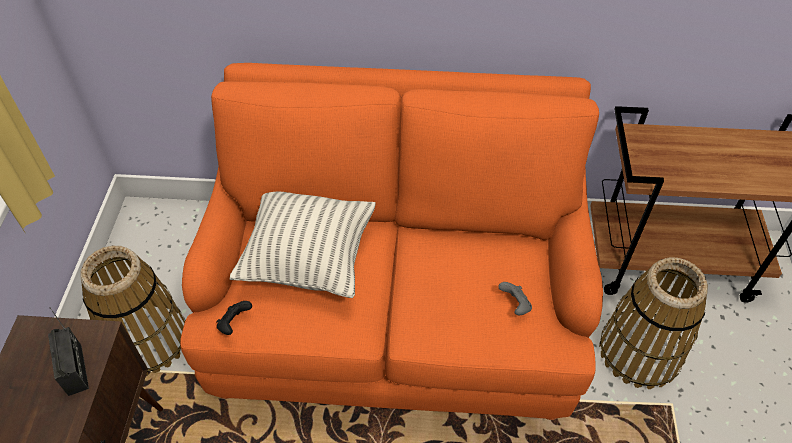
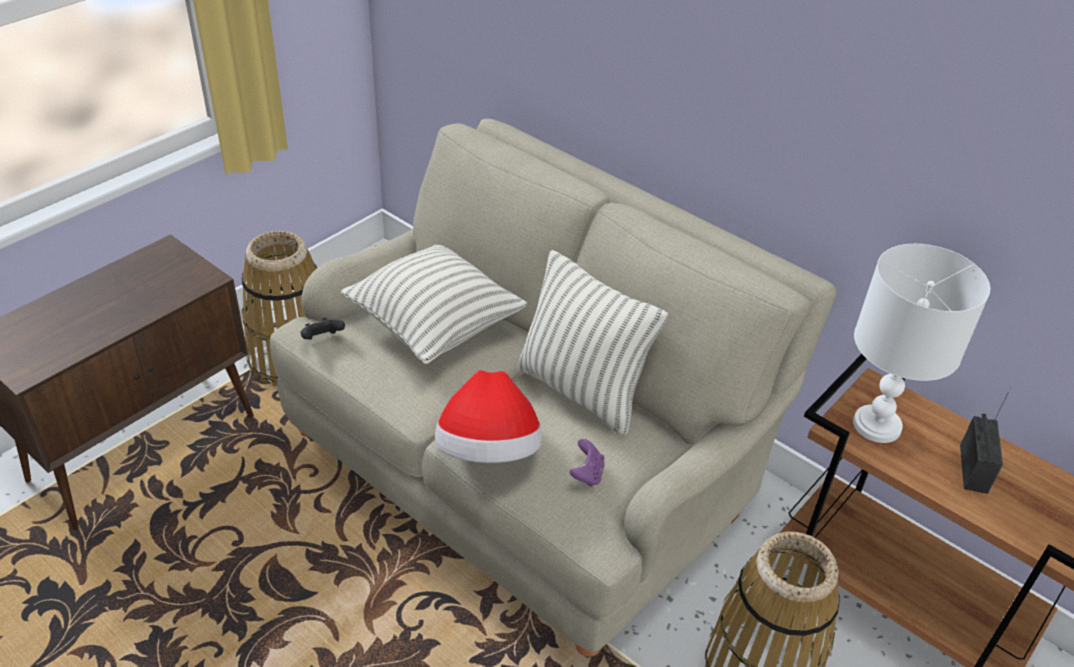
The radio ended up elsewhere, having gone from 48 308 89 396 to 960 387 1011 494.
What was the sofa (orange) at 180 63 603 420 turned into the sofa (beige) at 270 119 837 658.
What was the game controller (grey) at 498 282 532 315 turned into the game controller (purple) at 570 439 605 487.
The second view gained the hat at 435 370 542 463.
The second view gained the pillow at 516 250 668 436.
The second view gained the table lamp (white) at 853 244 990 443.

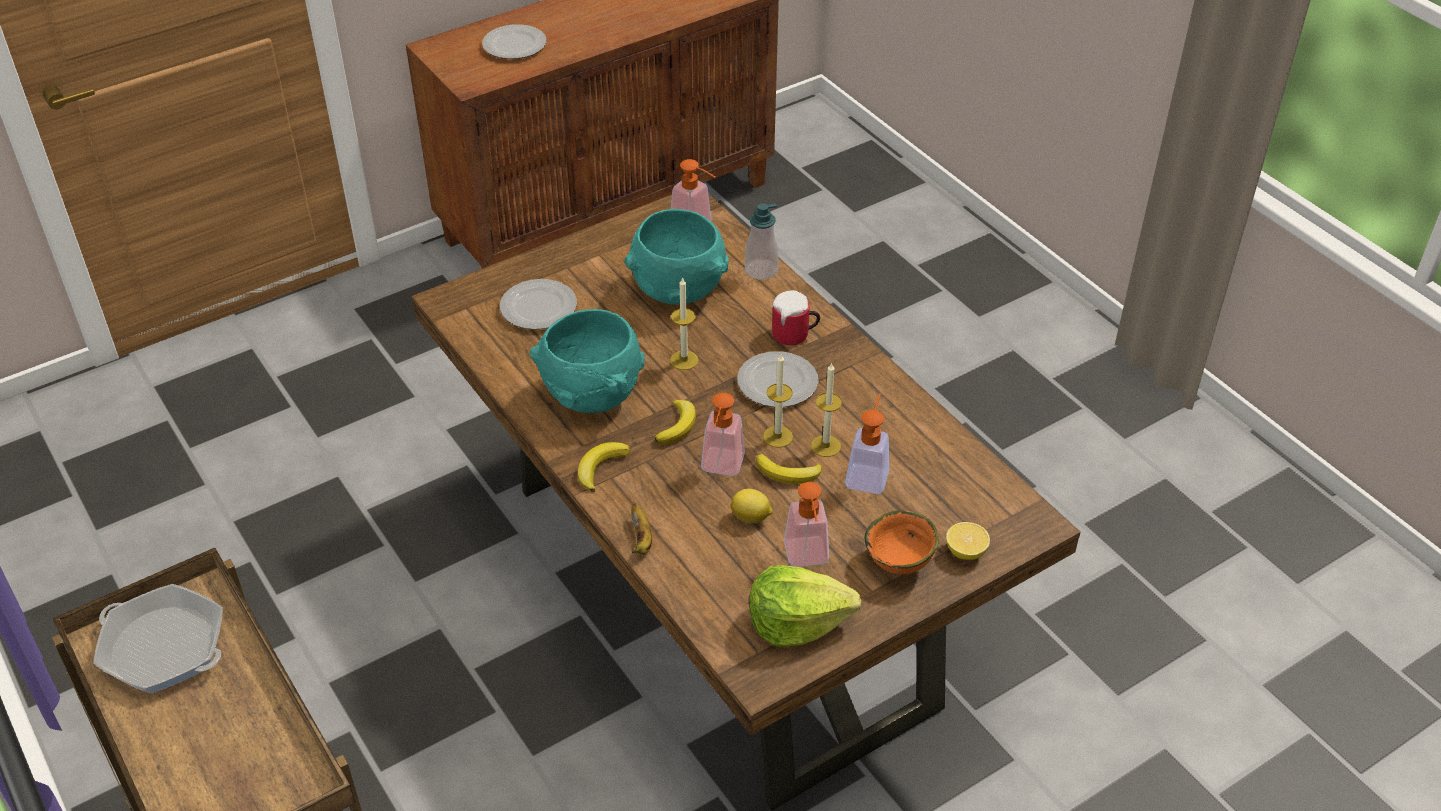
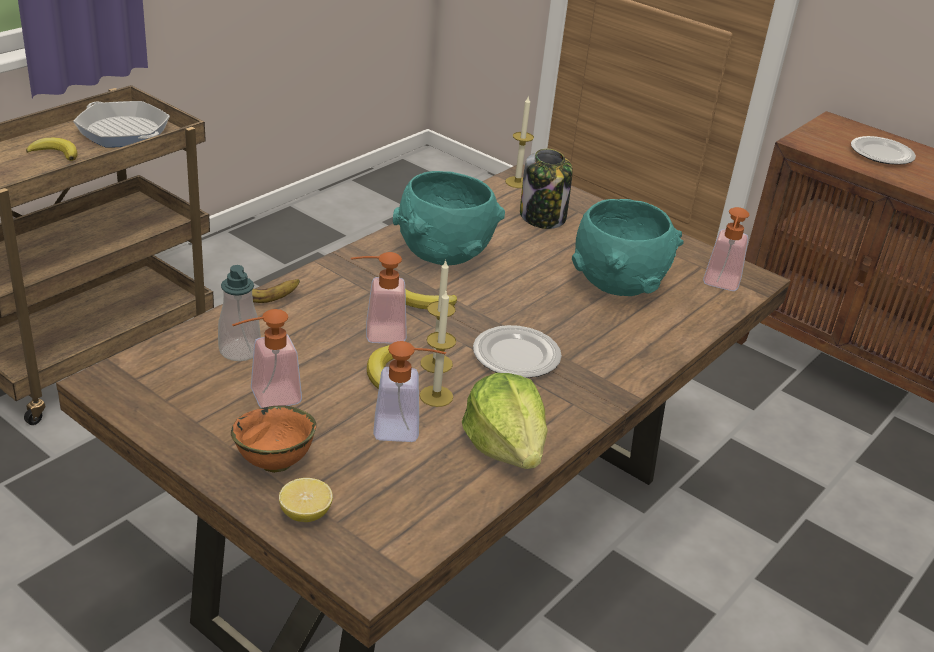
The frying pan at 93 584 223 693 ended up facing another way, 120 degrees clockwise from before.
Where the plate stood at 500 279 577 330, the jar came to stand at 520 149 573 229.
The banana ended up elsewhere, having gone from 578 442 630 492 to 26 138 78 161.
The candle ended up elsewhere, having gone from 670 277 699 370 to 505 95 534 188.
The second view lost the lemon at 731 489 773 523.
The soap dispenser ended up elsewhere, having gone from 745 204 779 280 to 218 265 261 361.
The lettuce ended up elsewhere, having gone from 749 565 861 647 to 462 373 548 469.
The second view lost the mug at 772 290 820 345.

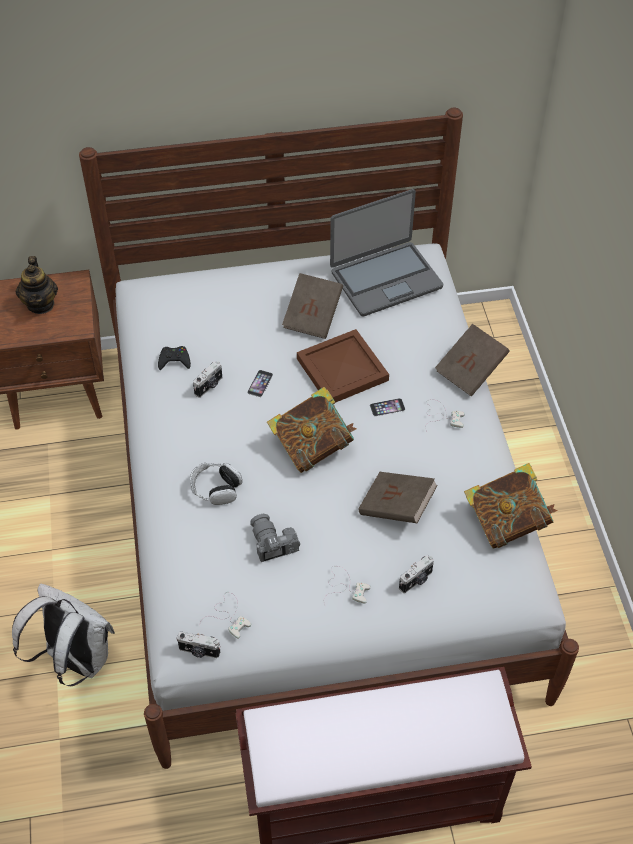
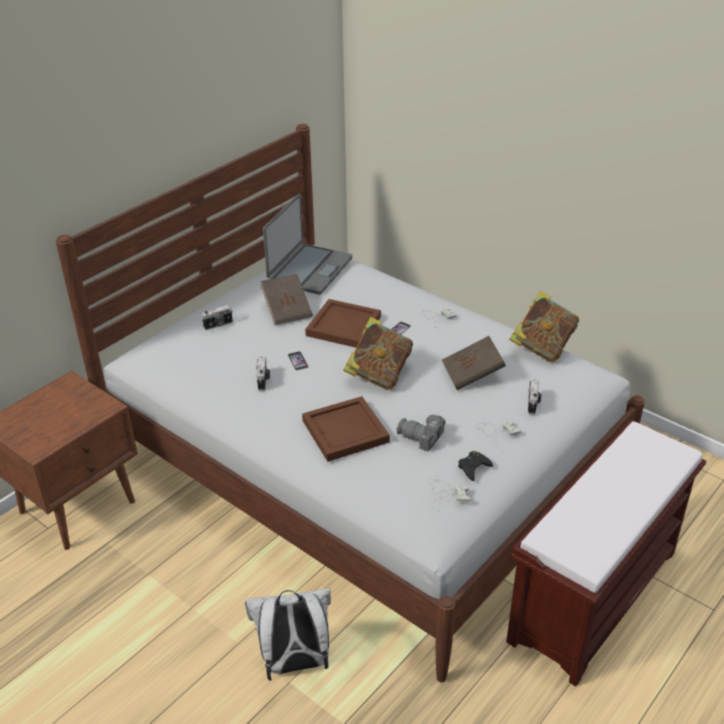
The second view lost the teapot at 16 256 58 314.
The game controller (black) ended up elsewhere, having gone from 158 346 191 370 to 458 451 493 481.
The photo camera ended up elsewhere, having gone from 176 631 221 658 to 202 305 233 330.
Where the headphones stood at 190 463 243 505, the tray (brown) came to stand at 302 396 390 462.
The second view lost the book (brown) at 435 324 510 397.

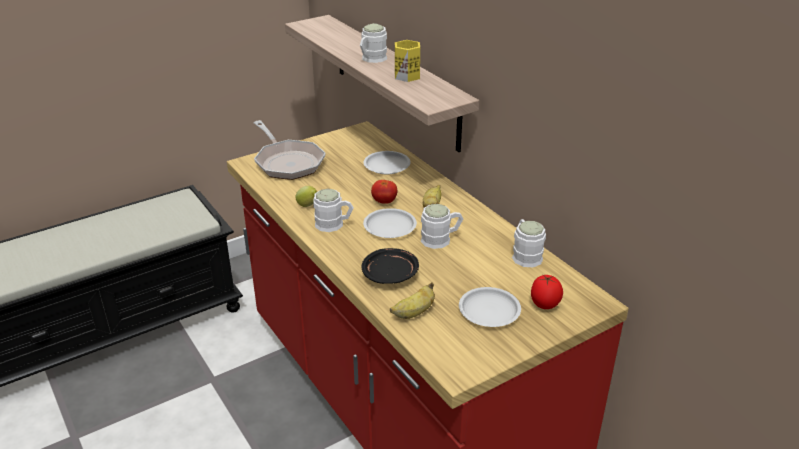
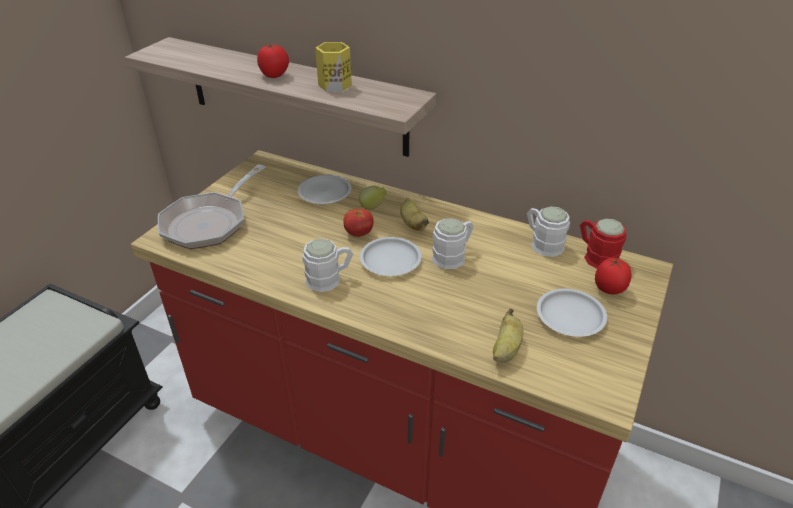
The frying pan at 253 120 326 180 ended up facing another way, 90 degrees clockwise from before.
The lemon ended up elsewhere, having gone from 296 186 317 207 to 359 186 387 210.
Where the mug (white) stood at 360 23 387 63, the tomato came to stand at 257 44 289 78.
The second view lost the plate (black) at 361 248 419 284.
The second view gained the mug (red) at 580 218 627 269.

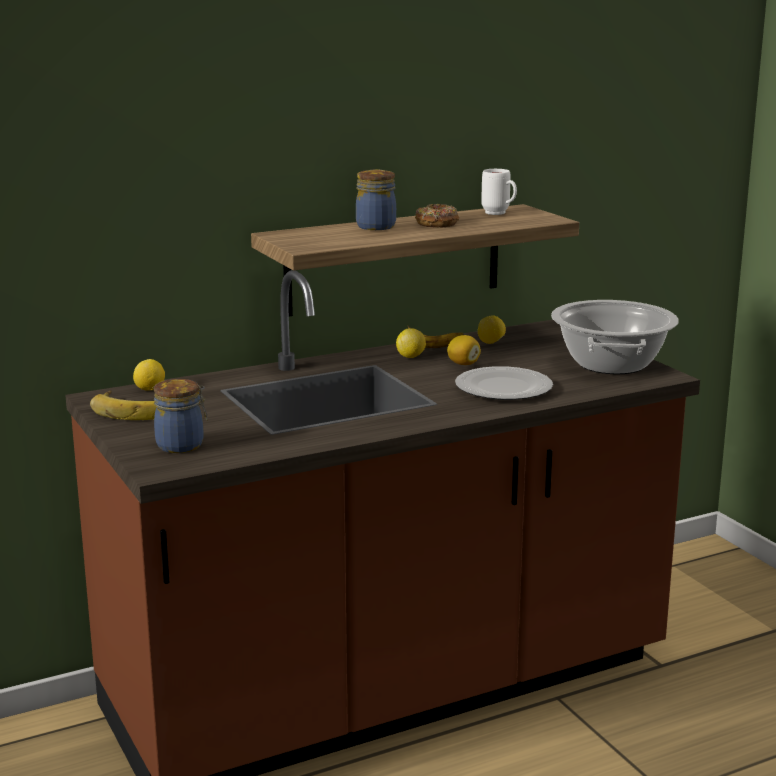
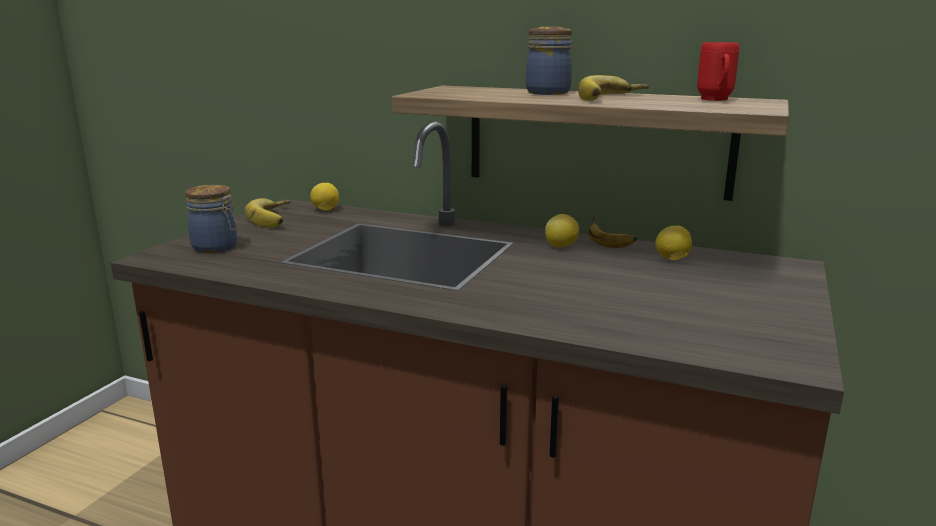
Where the donut stood at 415 203 459 228, the banana came to stand at 578 75 649 101.
The second view lost the lemon at 447 335 481 365.
The second view lost the plate at 455 366 553 400.
What was the mug (white) at 481 169 517 215 turned into the mug (red) at 697 42 740 101.
The second view lost the cooking pot at 551 300 679 374.

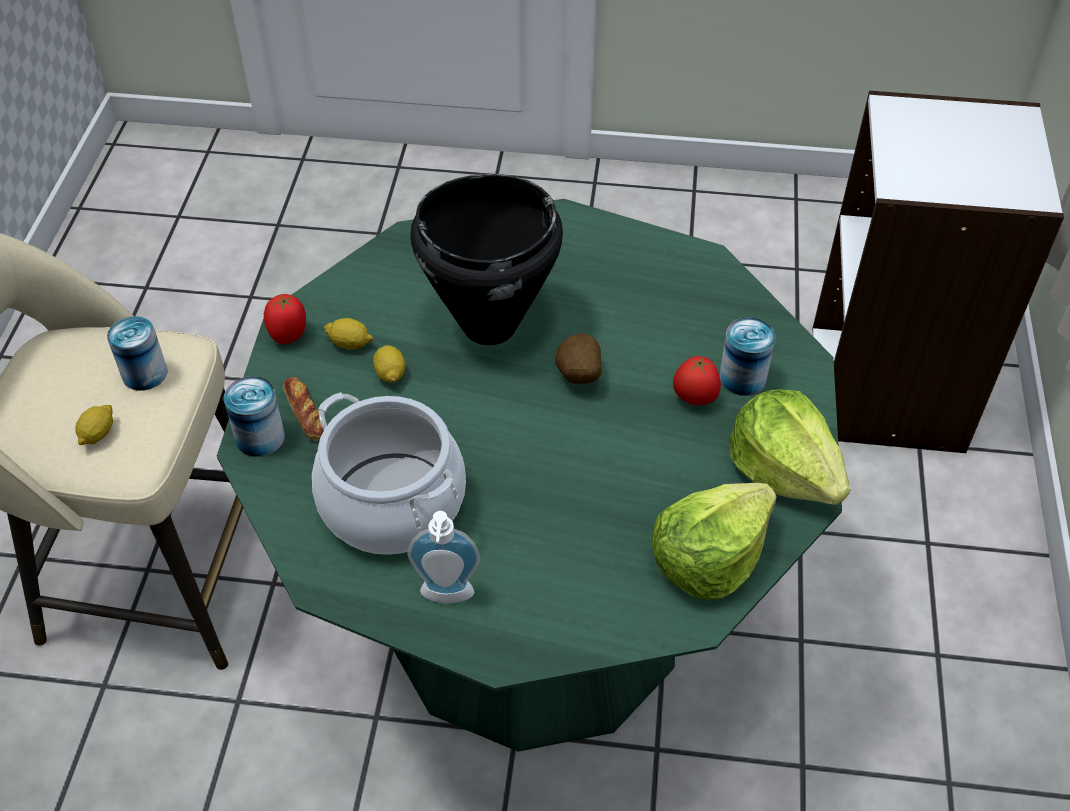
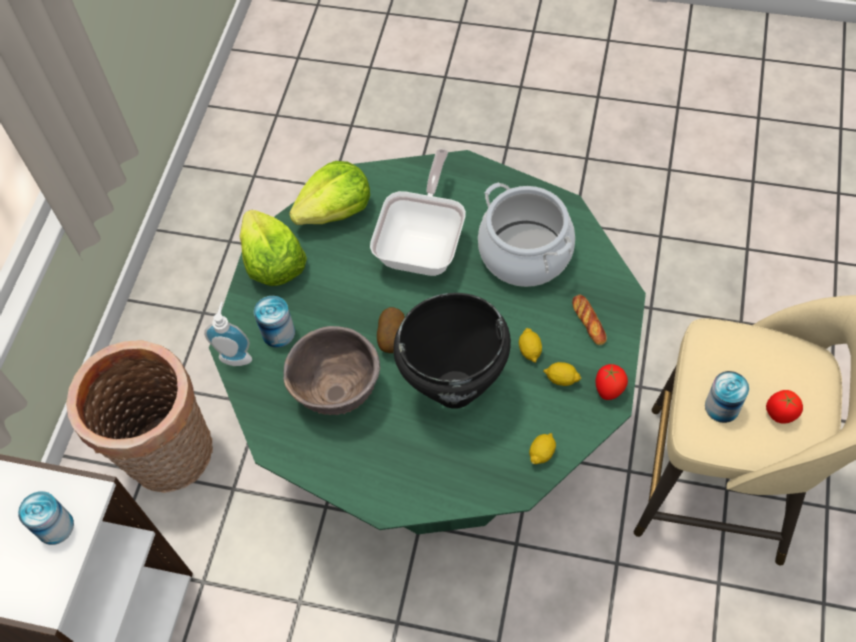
The lemon ended up elsewhere, having gone from 75 405 113 445 to 529 433 556 464.
The can ended up elsewhere, having gone from 224 376 285 457 to 18 491 74 545.
The soap dispenser ended up elsewhere, having gone from 407 511 480 604 to 204 302 252 366.
The tomato ended up elsewhere, having gone from 673 355 721 406 to 766 390 803 424.
The second view gained the basket at 66 340 213 493.
The second view gained the bowl (brown) at 283 326 380 415.
The second view gained the frying pan at 370 149 466 276.

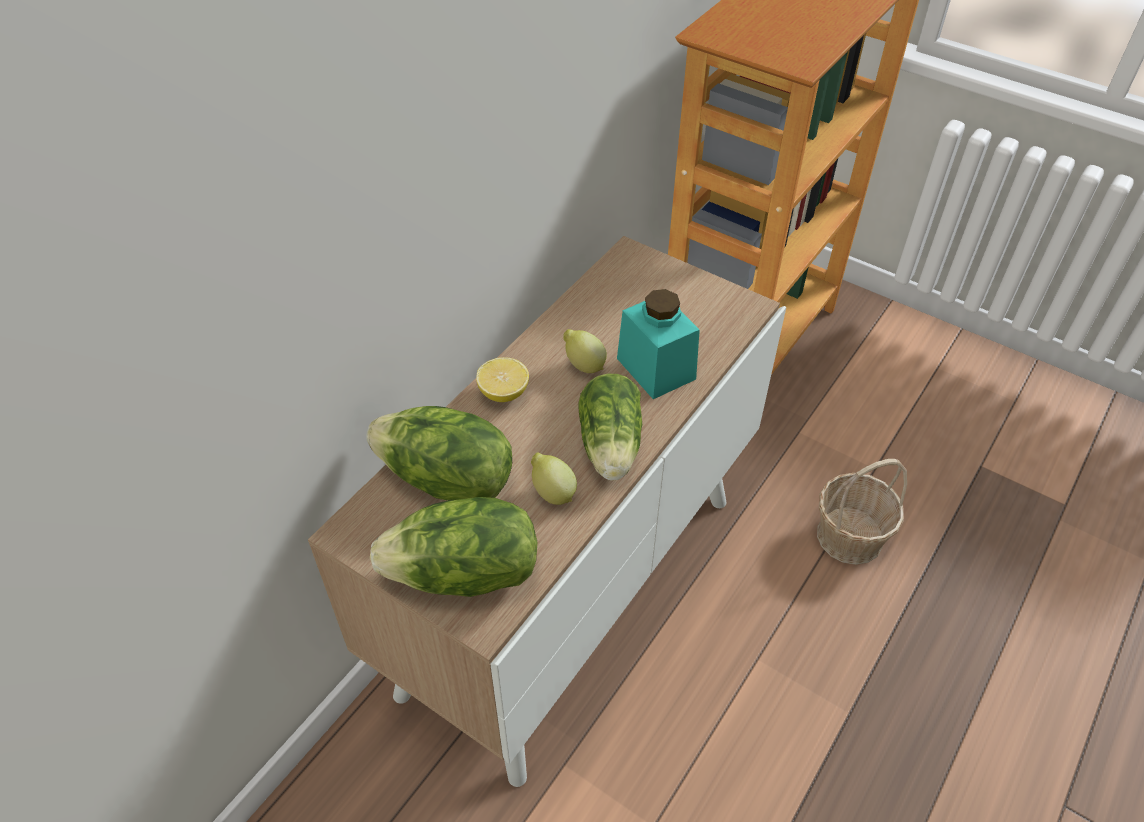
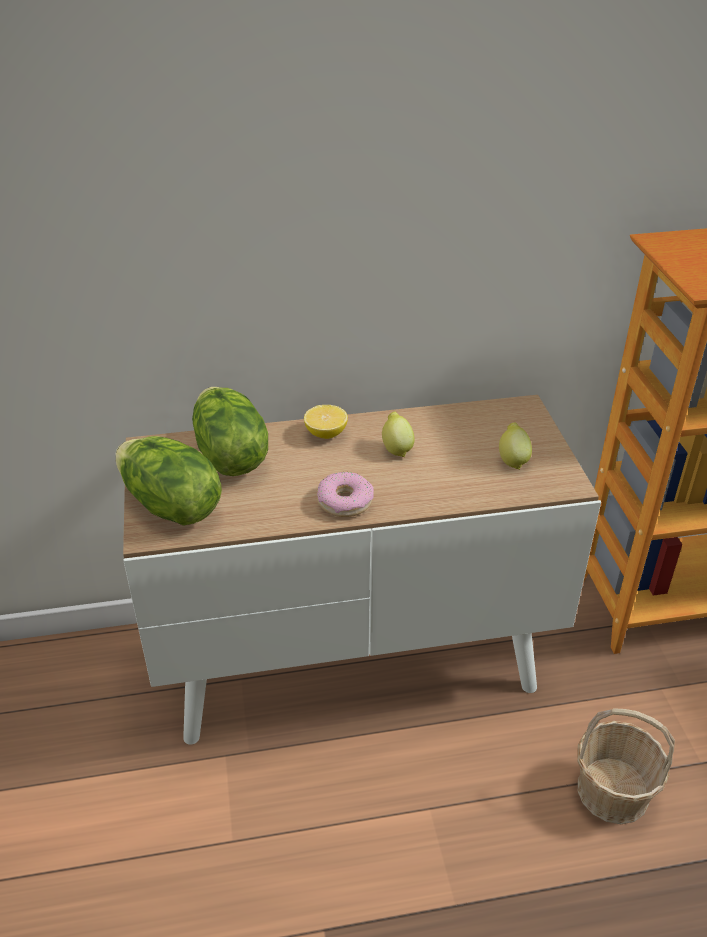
The lemon ended up elsewhere, having gone from 531 453 577 505 to 499 422 532 470.
Where the lettuce stood at 578 374 642 480, the donut came to stand at 317 472 374 517.
The second view lost the jar (turquoise) at 617 289 700 399.

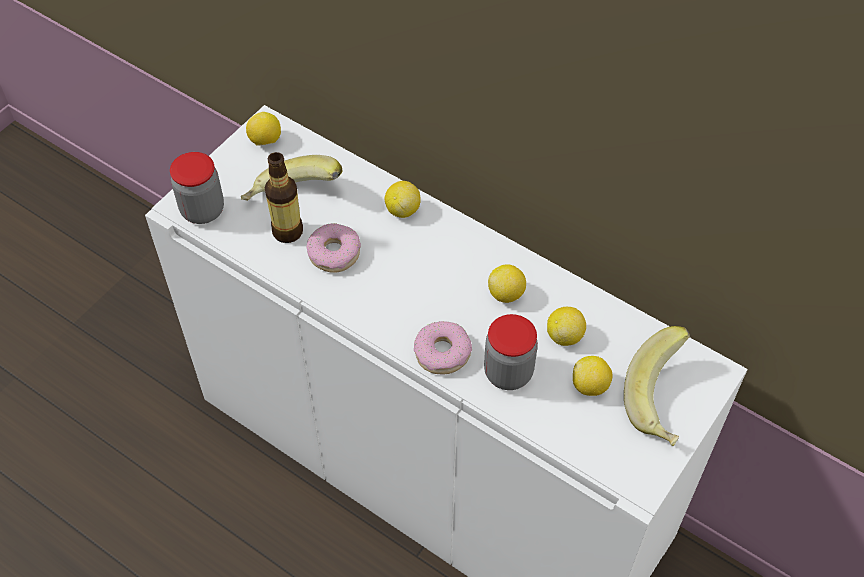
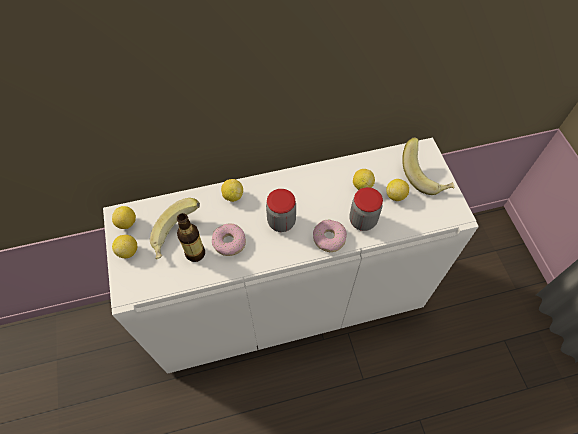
The jar ended up elsewhere, having gone from 170 152 224 224 to 266 189 296 232.
The lemon ended up elsewhere, having gone from 488 264 526 303 to 112 235 137 258.

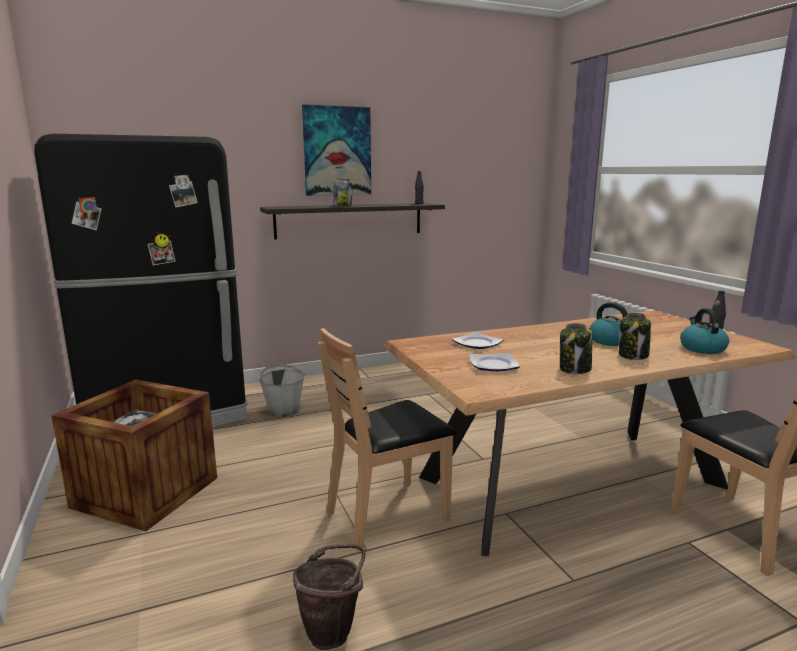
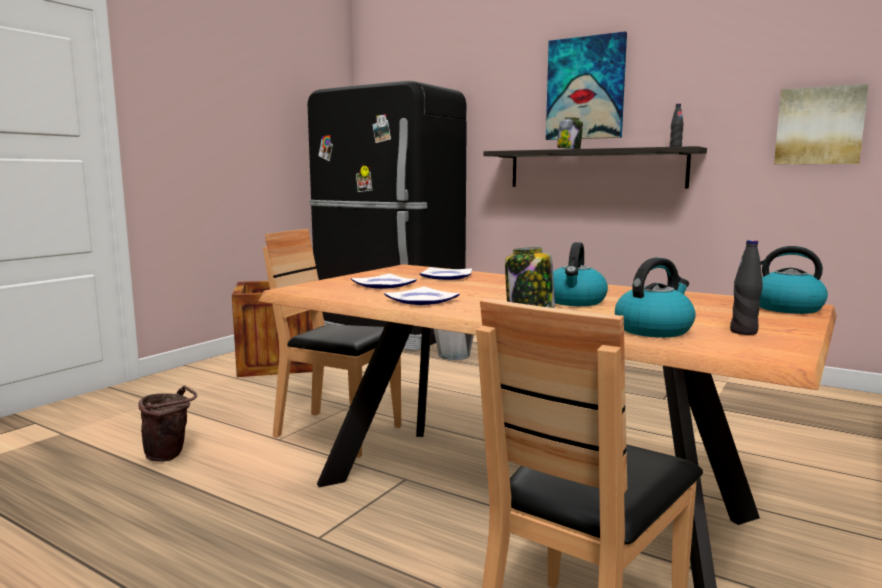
Where the jar stood at 560 323 592 374, the plate came to stand at 384 287 460 305.
The second view gained the kettle at 760 246 828 314.
The second view gained the picture at 774 84 869 164.

